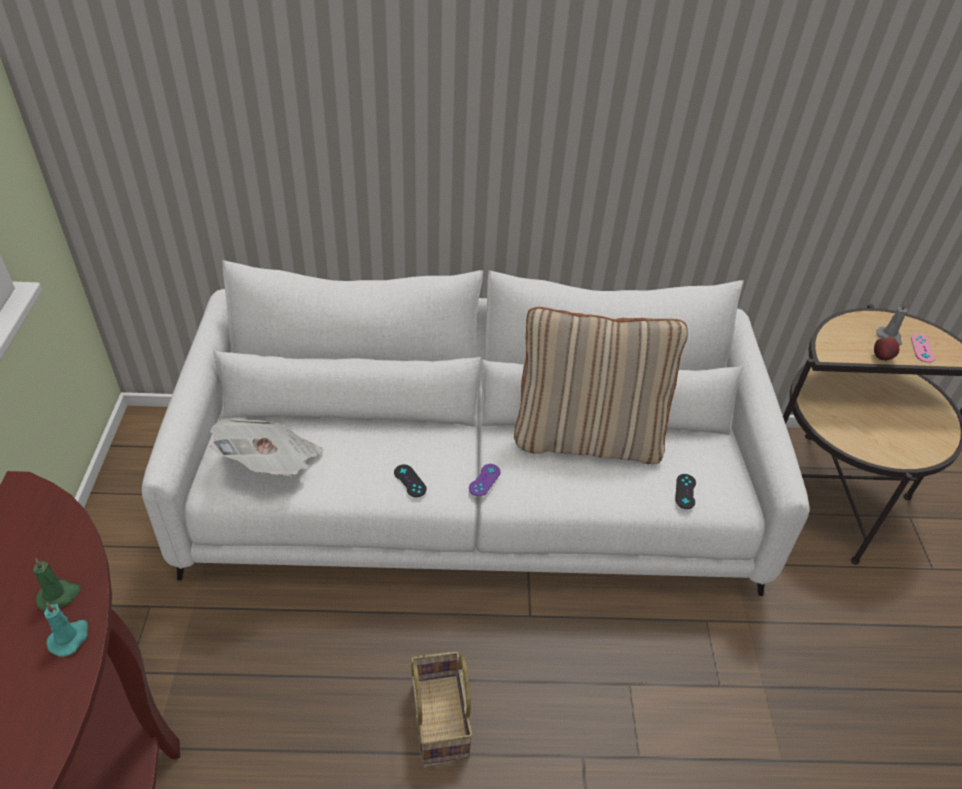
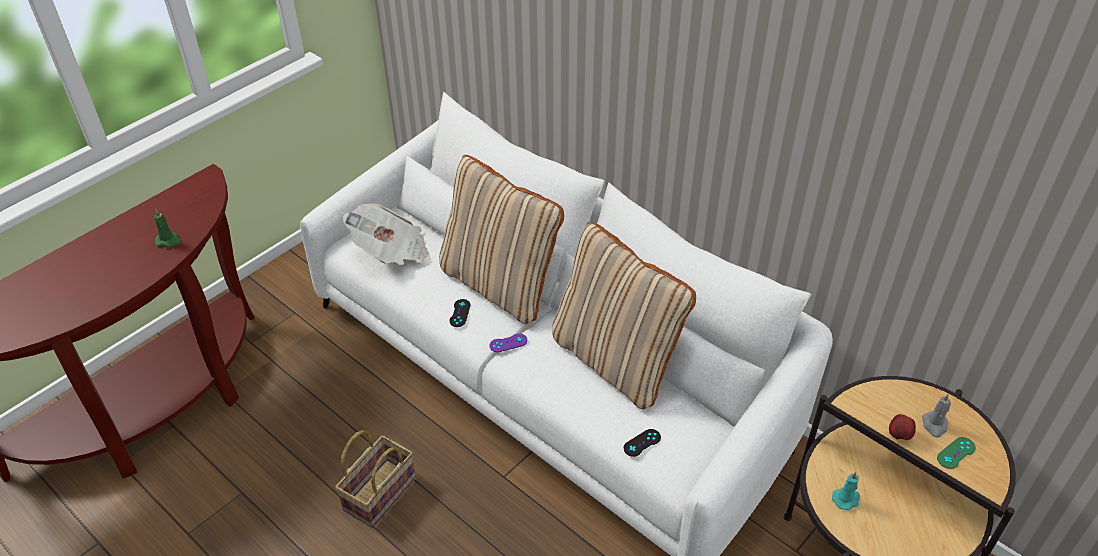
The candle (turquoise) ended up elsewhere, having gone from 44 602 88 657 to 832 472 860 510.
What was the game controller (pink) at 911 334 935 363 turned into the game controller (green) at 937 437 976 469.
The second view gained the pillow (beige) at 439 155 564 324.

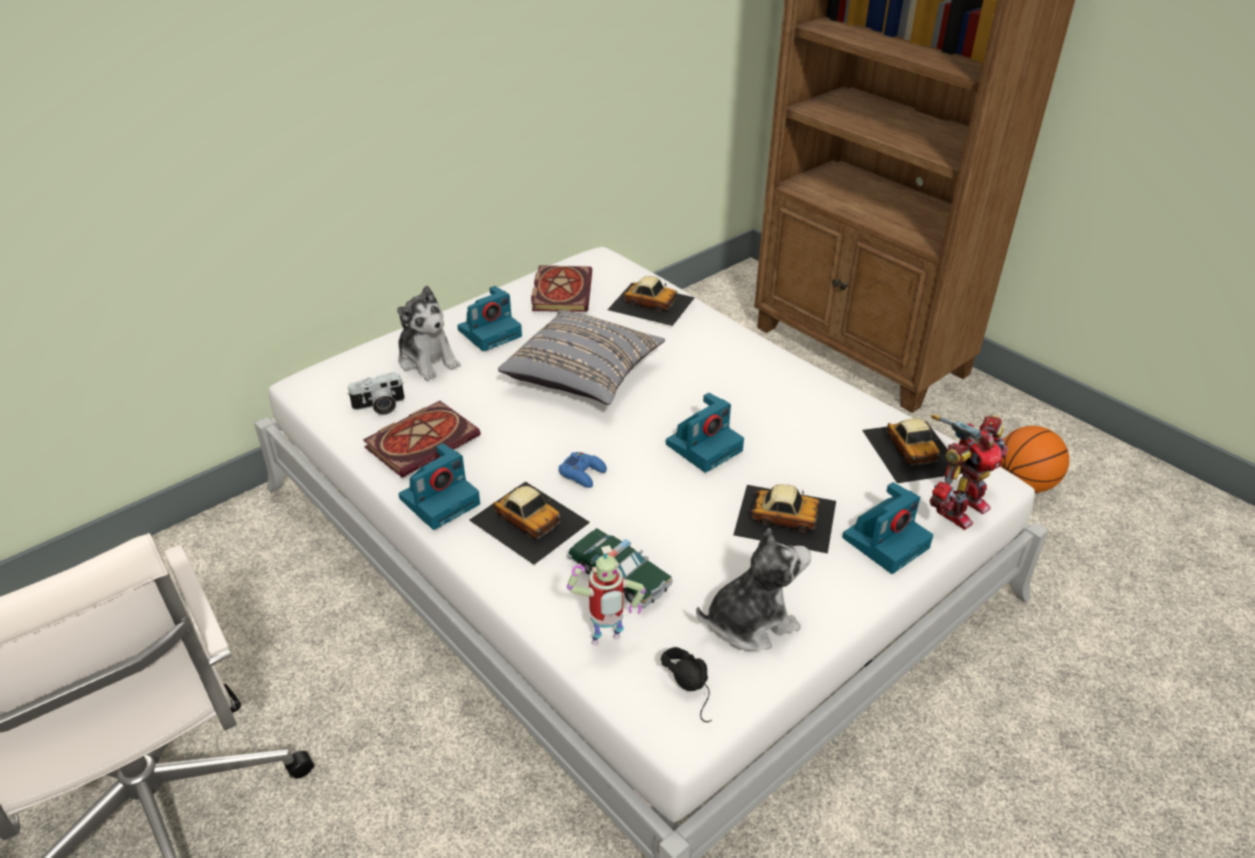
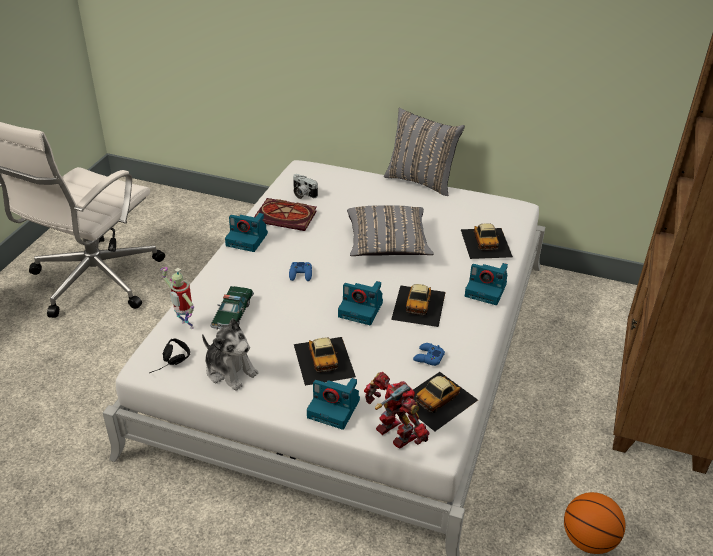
The second view lost the plush toy at 397 285 461 381.
The photo camera ended up elsewhere, having gone from 457 286 522 351 to 465 263 508 305.
The toy car ended up elsewhere, having gone from 469 481 590 565 to 391 284 446 327.
The second view lost the book at 531 265 592 312.
The toy robot at 930 414 1008 530 ended up facing another way, 150 degrees counterclockwise from before.
The second view gained the pillow (grey) at 384 108 465 196.
The second view gained the game controller (blue) at 413 343 445 366.

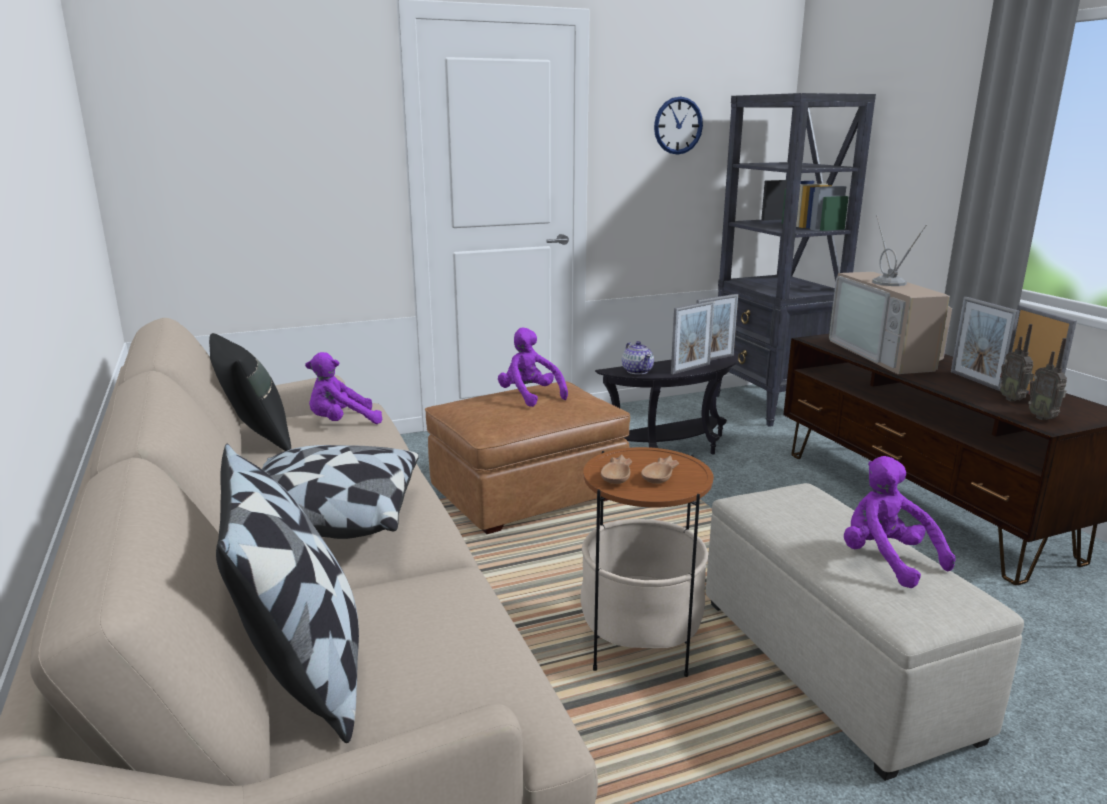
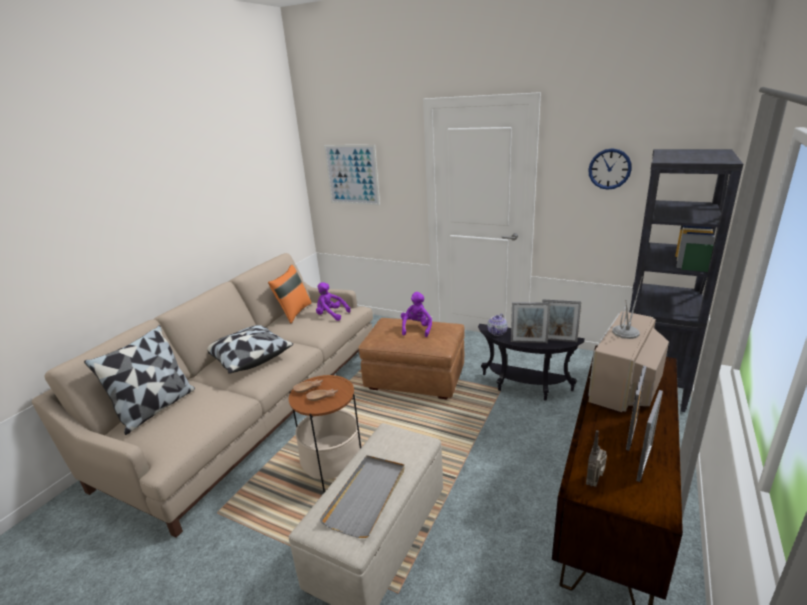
What was the pillow (black) at 209 333 291 451 turned into the pillow (orange) at 268 265 312 323.
Where the plush toy (purple) stood at 844 456 956 588, the tray (grey) came to stand at 320 455 404 538.
The second view lost the radio at 1000 324 1034 401.
The second view gained the picture at 324 145 380 205.

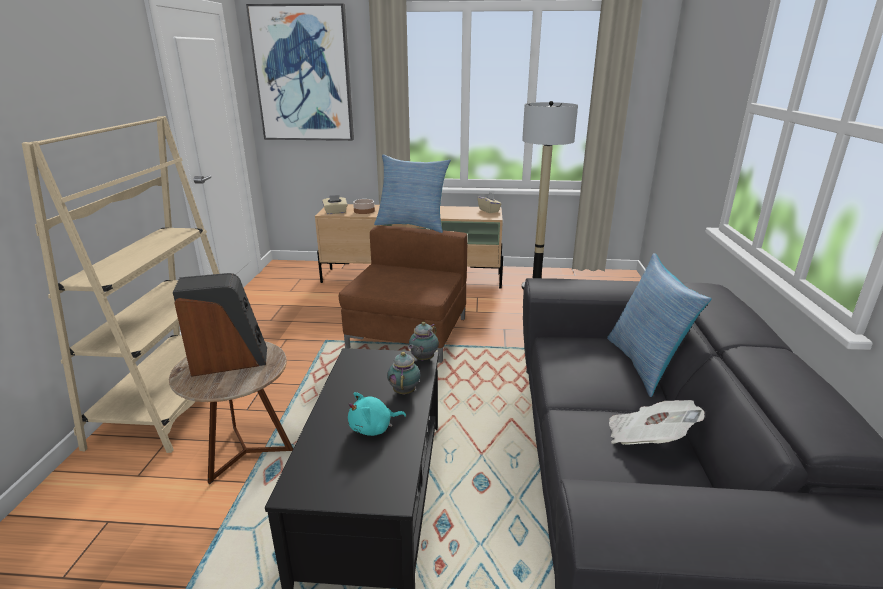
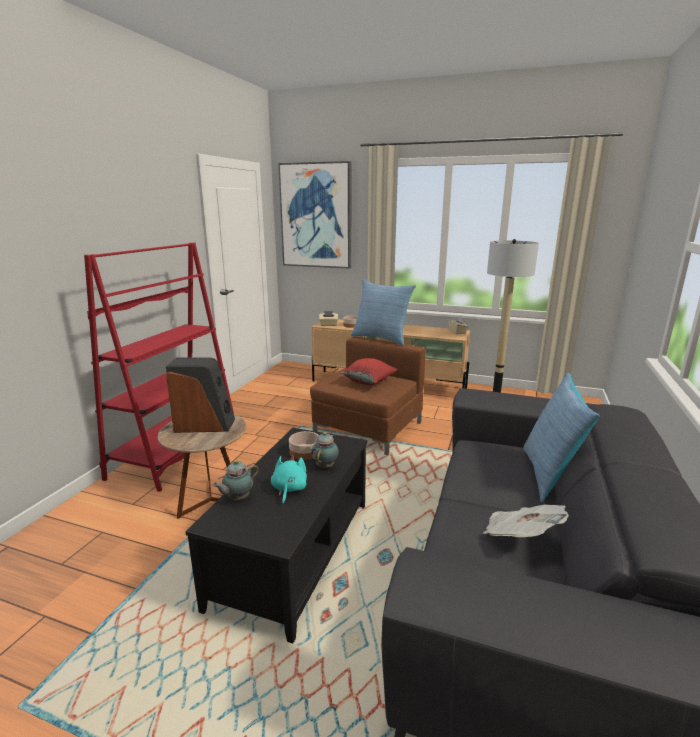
What was the bookcase (beige) at 22 116 220 453 turned into the bookcase (red) at 84 242 234 492.
The plush toy (turquoise) at 348 392 406 436 ended up facing another way, 105 degrees clockwise from before.
The teapot ended up elsewhere, having gone from 408 322 439 361 to 212 460 259 500.
The second view gained the bowl at 289 431 319 460.
The second view gained the pillow (red) at 341 358 398 385.

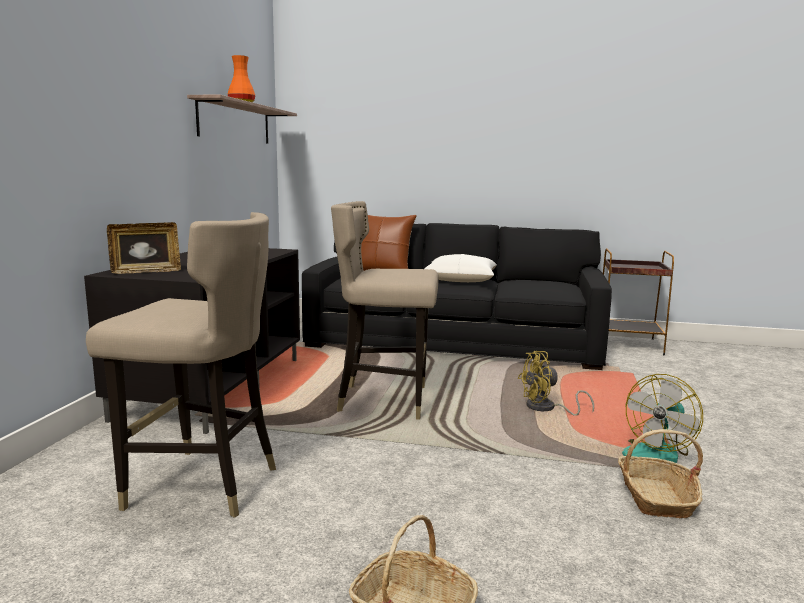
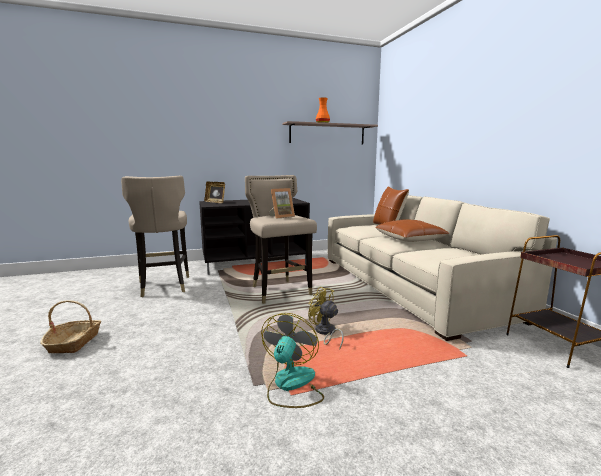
What was the sofa (black) at 302 223 612 370 turned into the sofa (beige) at 328 195 557 341.
What was the pillow (white) at 425 254 497 282 turned into the pillow (brown) at 375 219 449 242.
The second view lost the basket at 618 429 703 518.
The fan at 622 374 703 463 ended up facing another way, 90 degrees clockwise from before.
The second view gained the picture frame at 269 188 295 219.

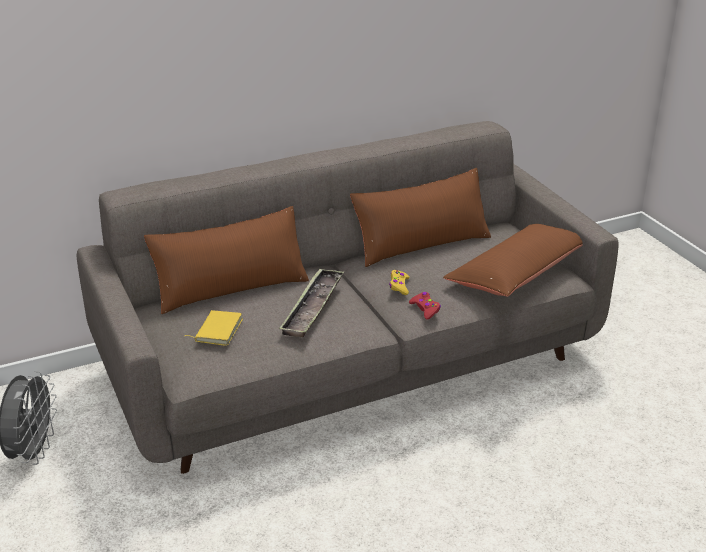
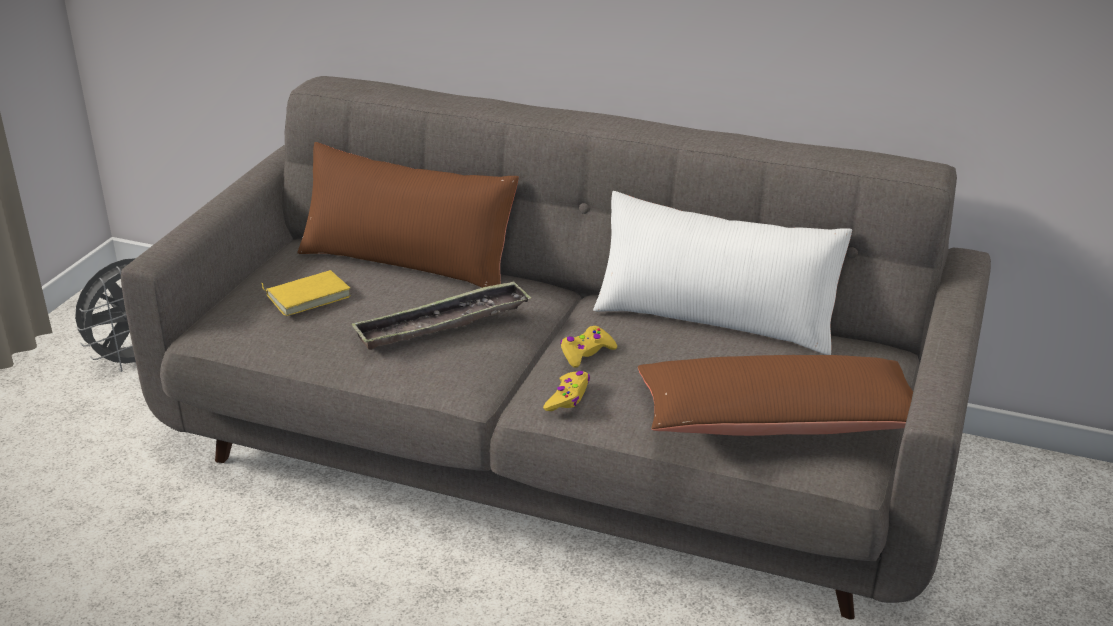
What was the pillow (brown) at 350 168 491 267 turned into the pillow (white) at 593 191 852 355.
What was the game controller (red) at 409 292 441 320 turned into the game controller (yellow) at 543 371 590 411.

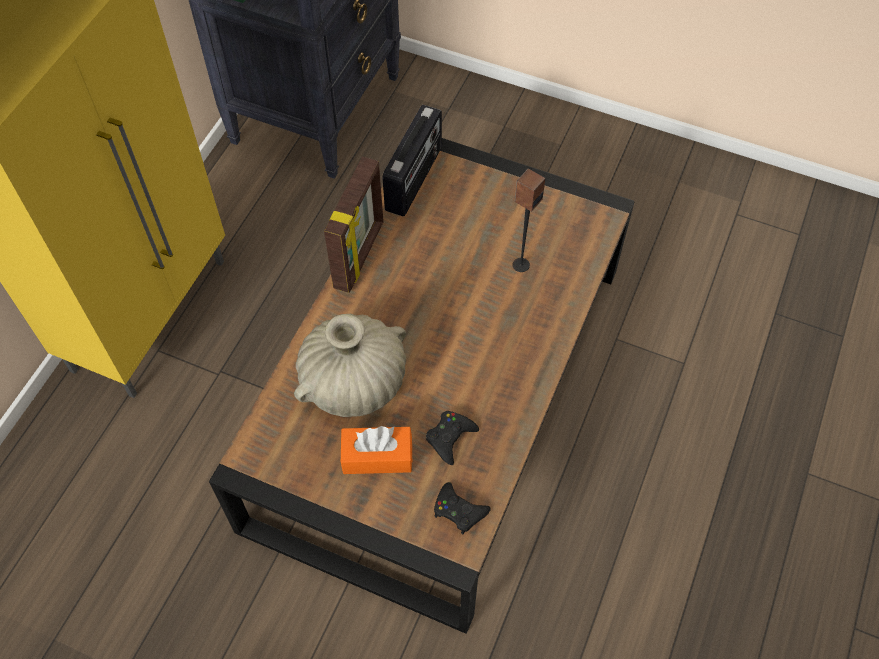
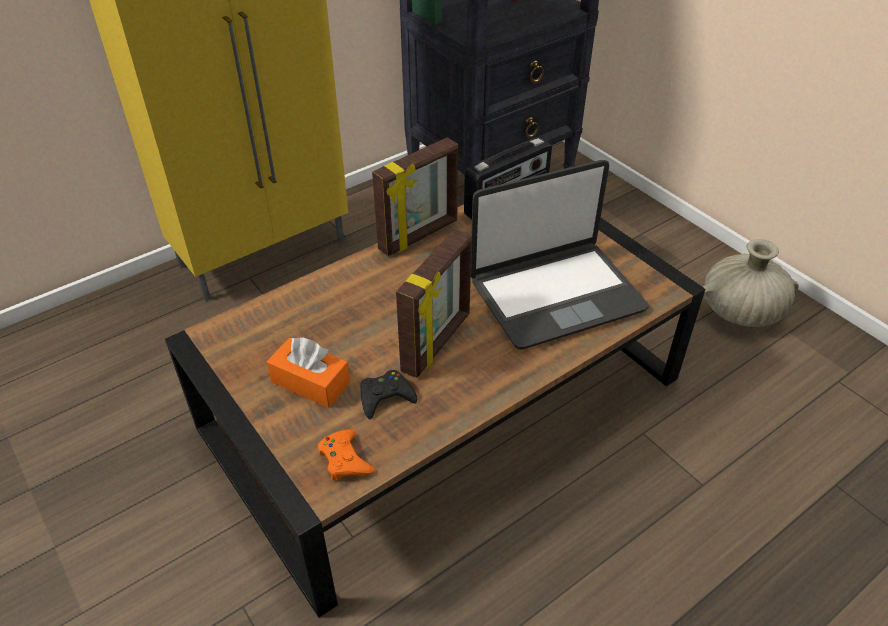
The vase (beige) ended up elsewhere, having gone from 294 314 406 417 to 703 239 799 327.
What was the game controller (black) at 434 482 491 534 turned into the game controller (orange) at 318 430 376 481.
Where the speaker stood at 512 169 545 272, the laptop came to stand at 471 160 649 350.
The second view gained the picture frame at 396 229 472 378.

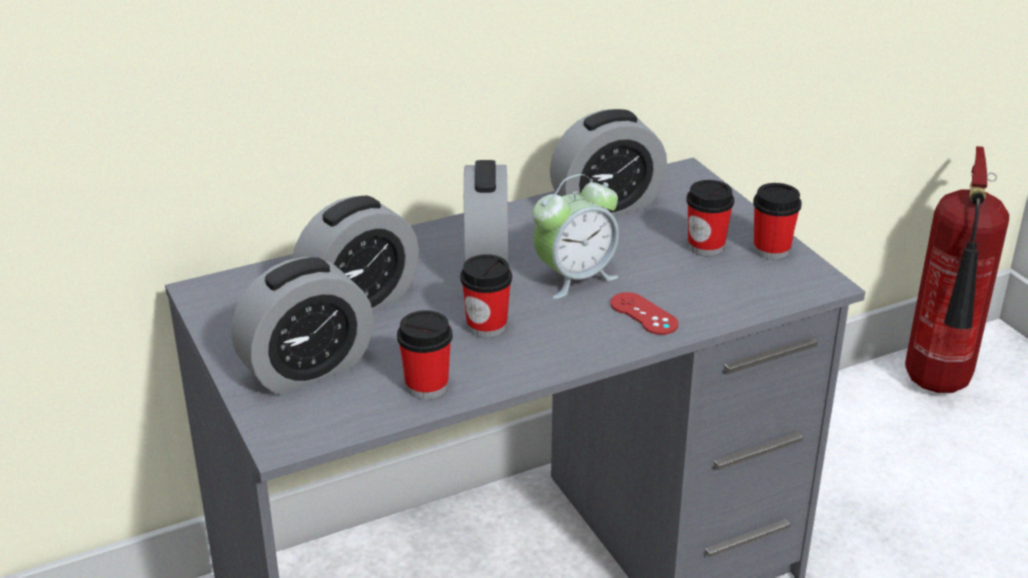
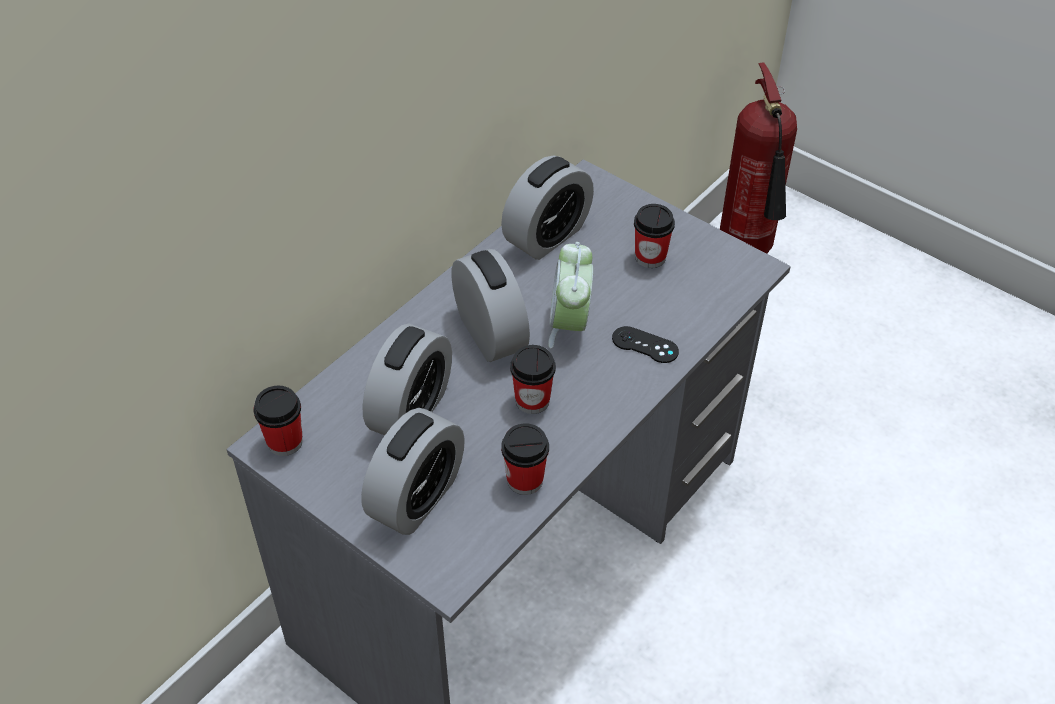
The alarm clock at 533 174 619 299 ended up facing another way, 150 degrees clockwise from before.
What was the game controller (red) at 610 292 679 335 turned into the game controller (black) at 612 326 679 363.
The cup ended up elsewhere, having gone from 753 183 802 260 to 254 386 303 456.

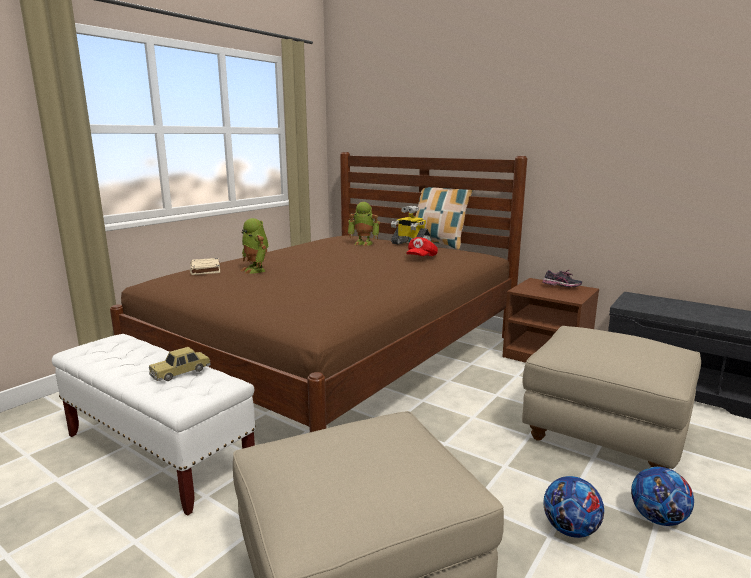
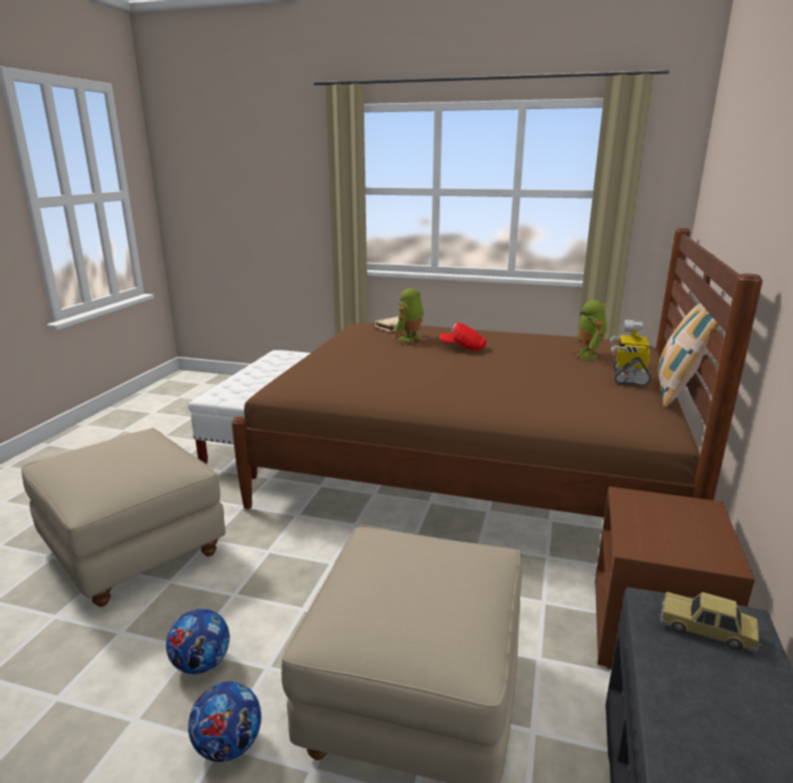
The toy car ended up elsewhere, having gone from 149 347 211 381 to 660 592 761 652.
The cap (red) ended up elsewhere, having gone from 406 237 438 256 to 439 323 487 350.
The second view lost the shoe at 542 269 582 287.

